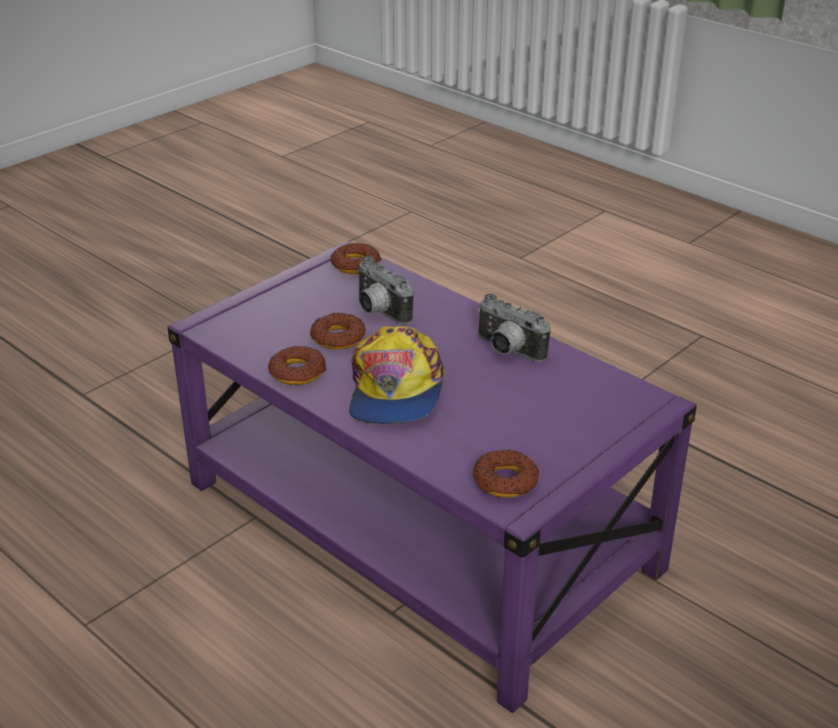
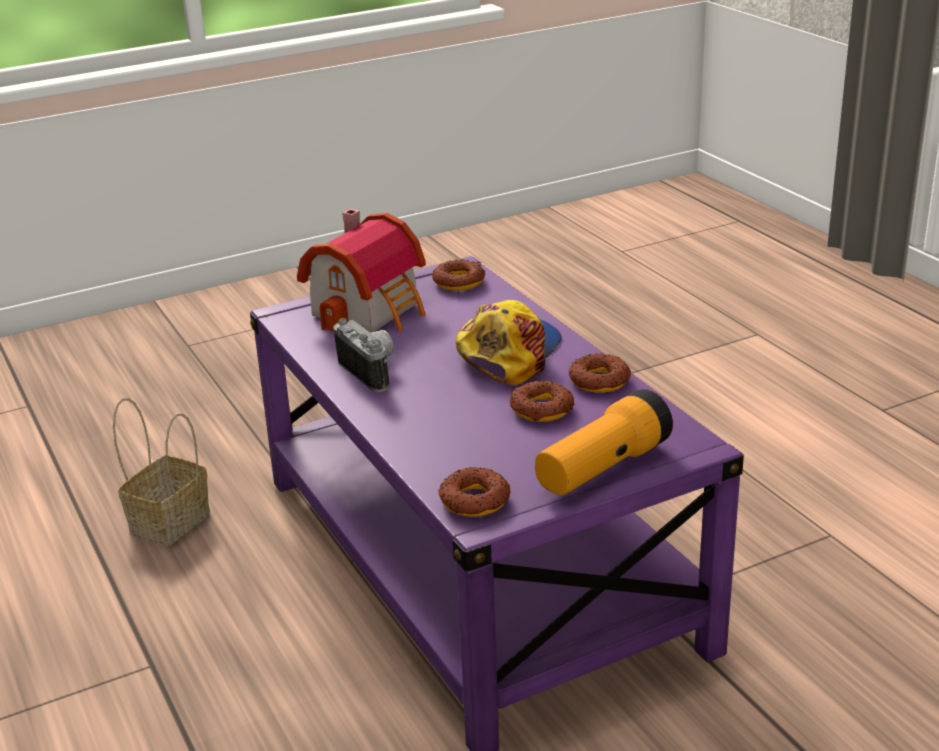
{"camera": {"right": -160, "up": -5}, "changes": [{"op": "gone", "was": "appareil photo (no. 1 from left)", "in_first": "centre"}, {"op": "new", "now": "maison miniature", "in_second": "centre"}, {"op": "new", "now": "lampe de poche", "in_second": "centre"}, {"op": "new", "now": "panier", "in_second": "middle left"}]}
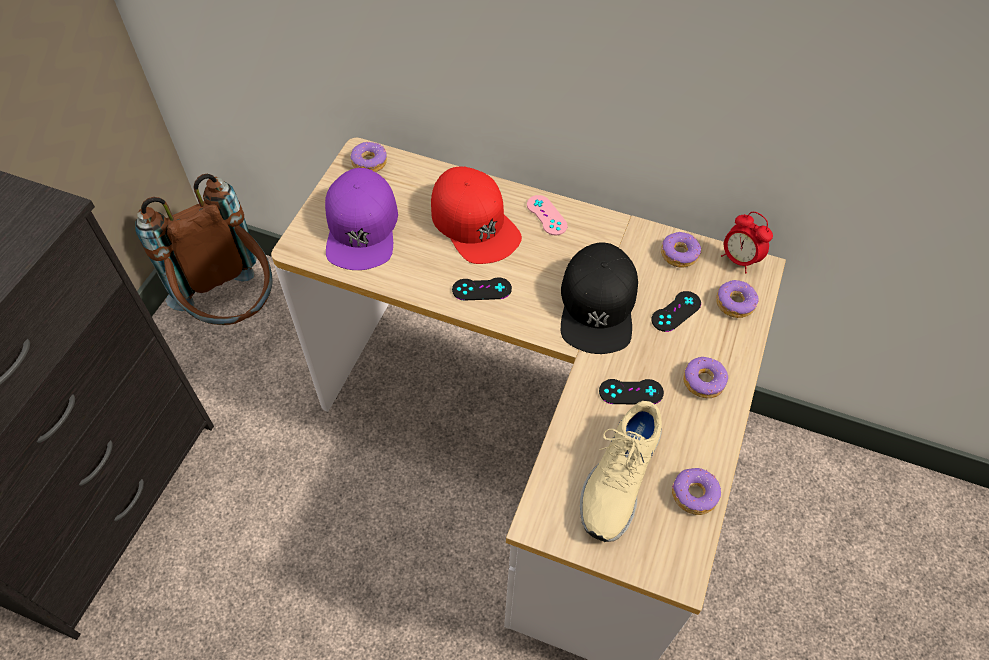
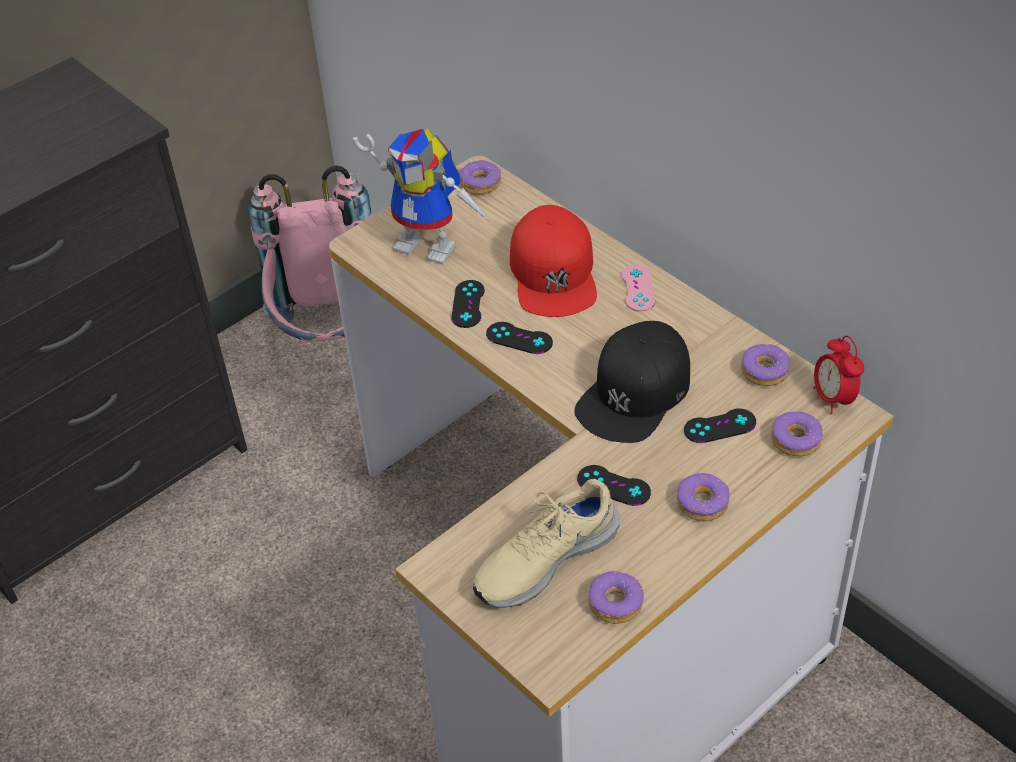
{"camera": {"right": 30, "up": -10}, "changes": [{"op": "swapped", "was": "casquette [violet]", "now": "robot jouet", "in_first": "top centre", "in_second": "top centre"}, {"op": "repainted", "was": "sac à dos [marron]", "now": "sac à dos [rose]", "in_first": "middle left", "in_second": "top left"}, {"op": "new", "now": "manette [noir] (no. 1 from left)", "in_second": "centre"}]}
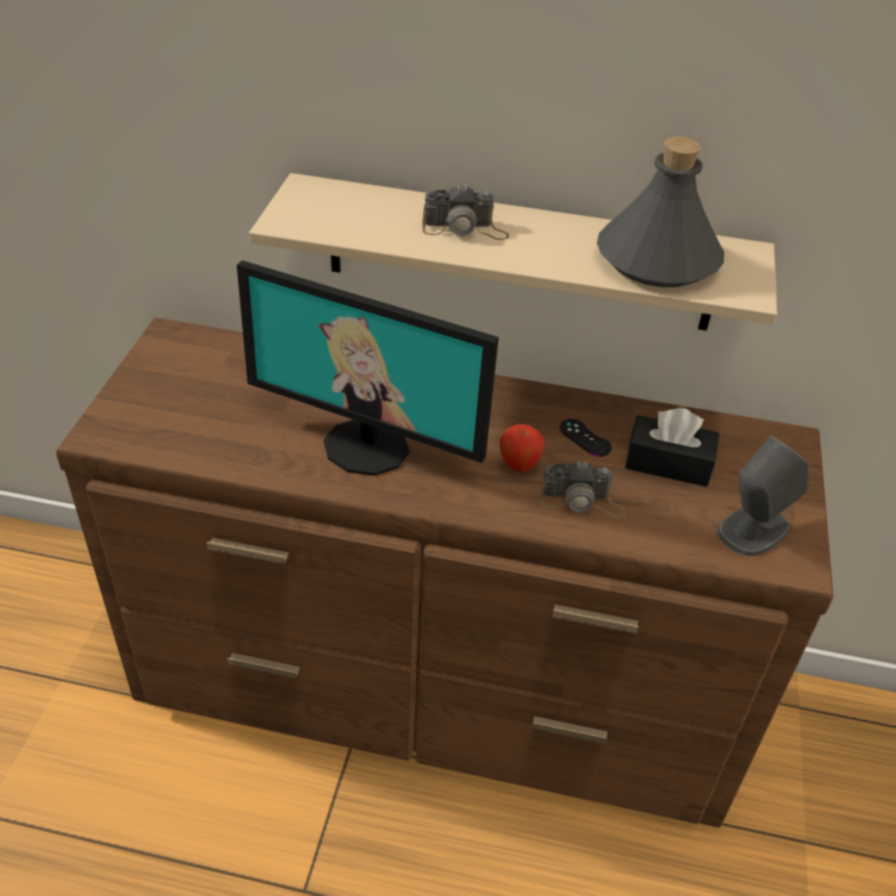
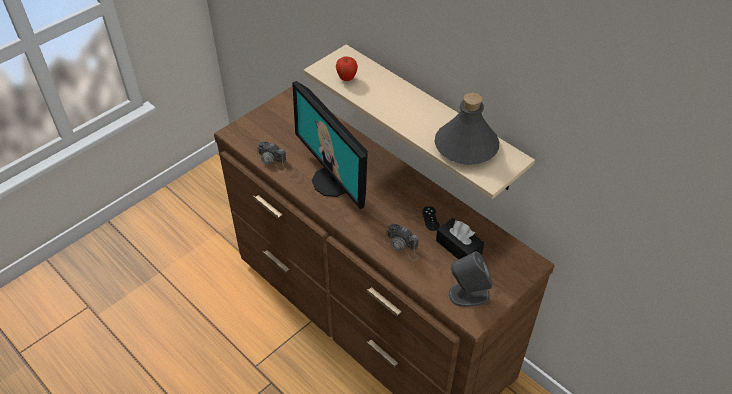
{"camera": {"right": 35, "up": 5}, "changes": [{"op": "shifted", "was": "appareil photo (no. 1 from left)", "in_first": "top centre", "in_second": "centre"}, {"op": "shifted", "was": "pomme", "in_first": "centre", "in_second": "top centre"}]}
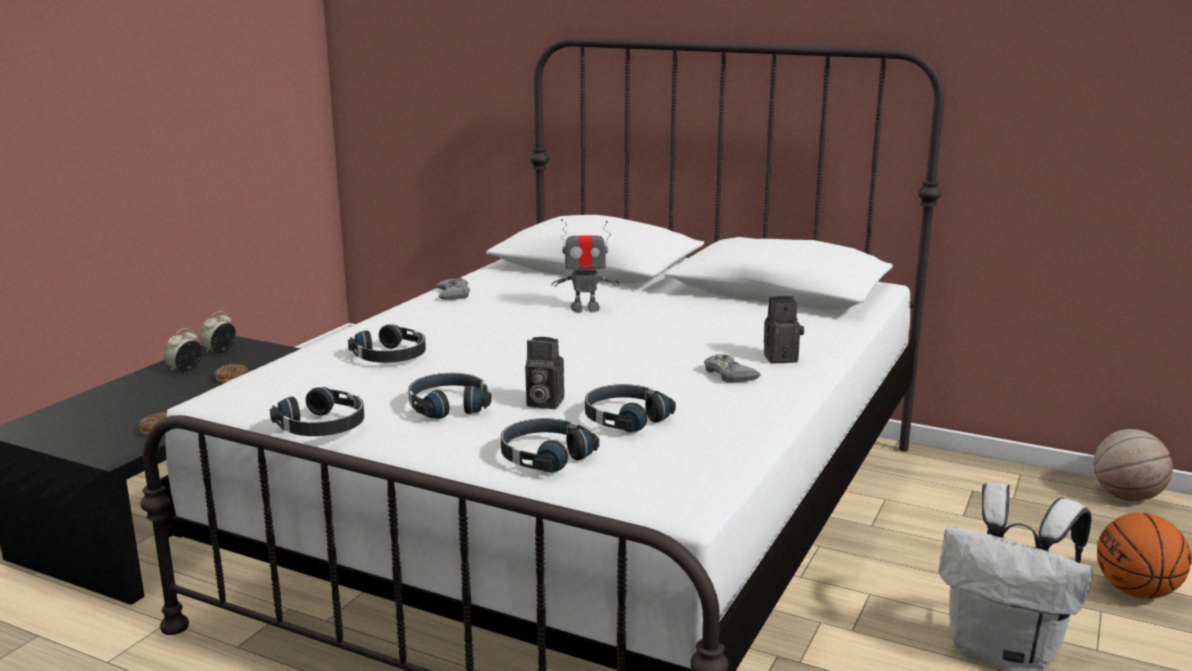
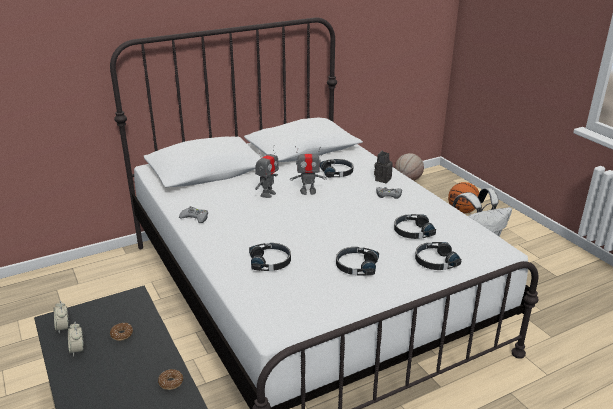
{"camera": {"right": -55, "up": 10}, "changes": [{"op": "gone", "was": "appareil photo (no. 1 from left)", "in_first": "centre"}, {"op": "shifted", "was": "casque audio [noir] (no. 1 from left in the first image)", "now": "casque audio [noir] (no. 2 from left)", "in_first": "middle left", "in_second": "centre"}, {"op": "new", "now": "robot jouet (no. 2 from left)", "in_second": "centre"}]}
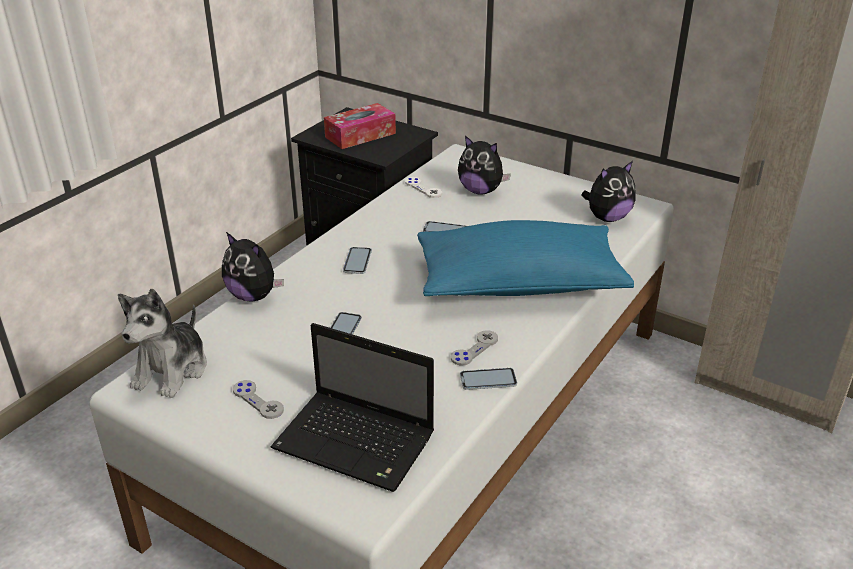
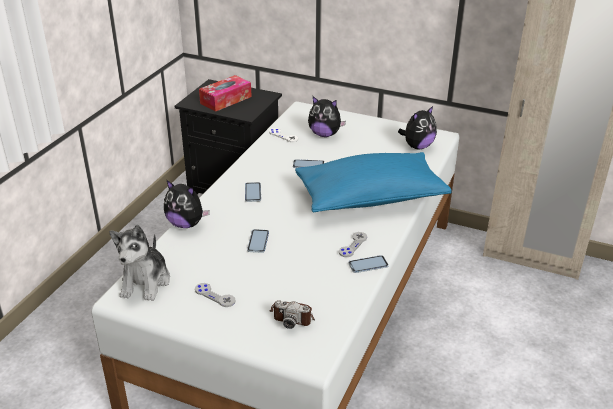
{"camera": {"right": -10, "up": 0}, "changes": [{"op": "swapped", "was": "ordinateur portable", "now": "appareil photo", "in_first": "bottom centre", "in_second": "bottom centre"}]}
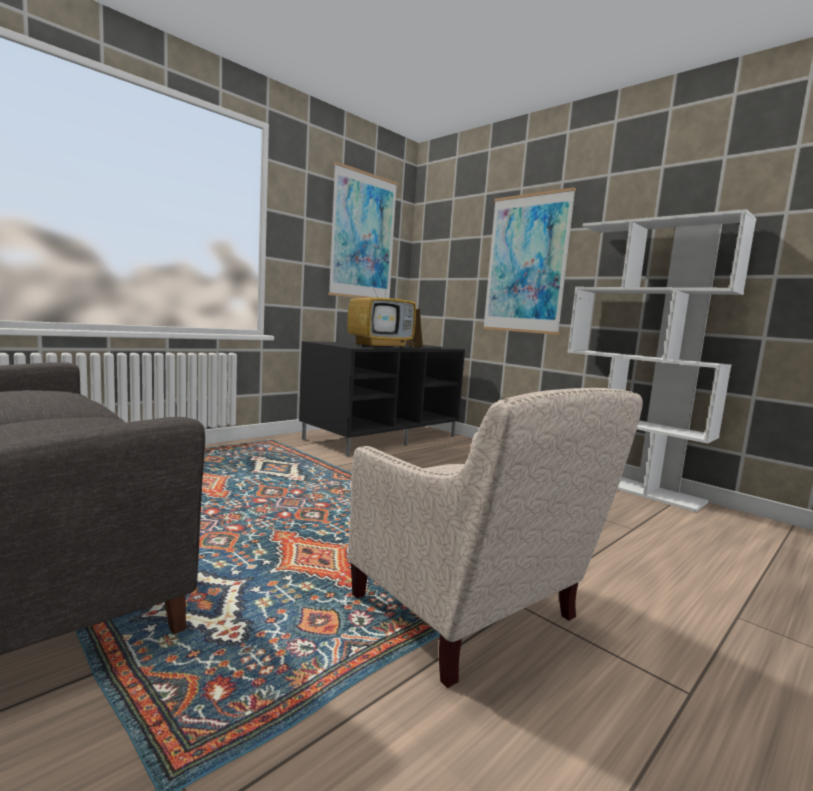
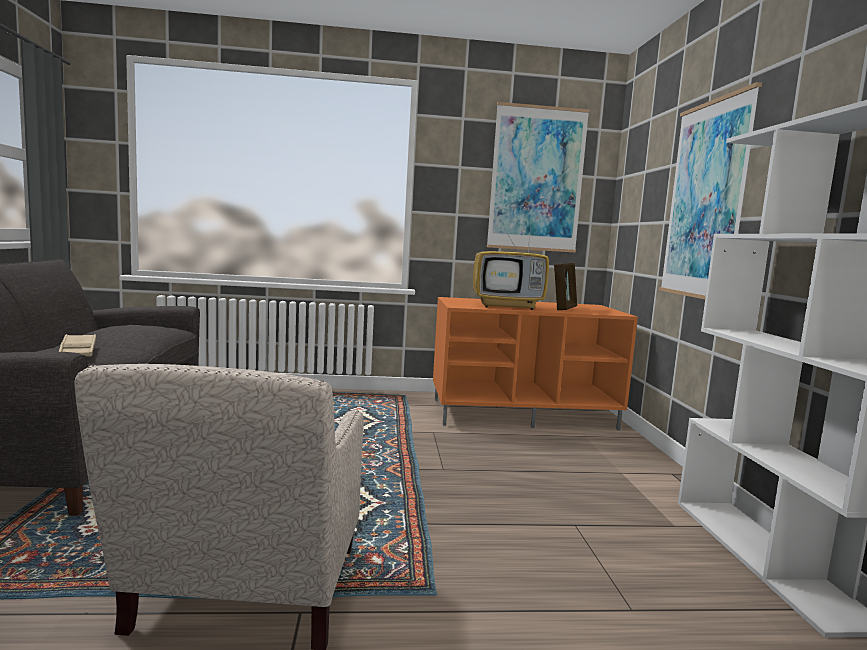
{"camera": {"right": 40, "up": 0}, "changes": [{"op": "repainted", "was": "meuble télé [noir]", "now": "meuble télé [orange]", "in_first": "centre", "in_second": "centre"}, {"op": "new", "now": "plateau [beige]", "in_second": "middle left"}]}
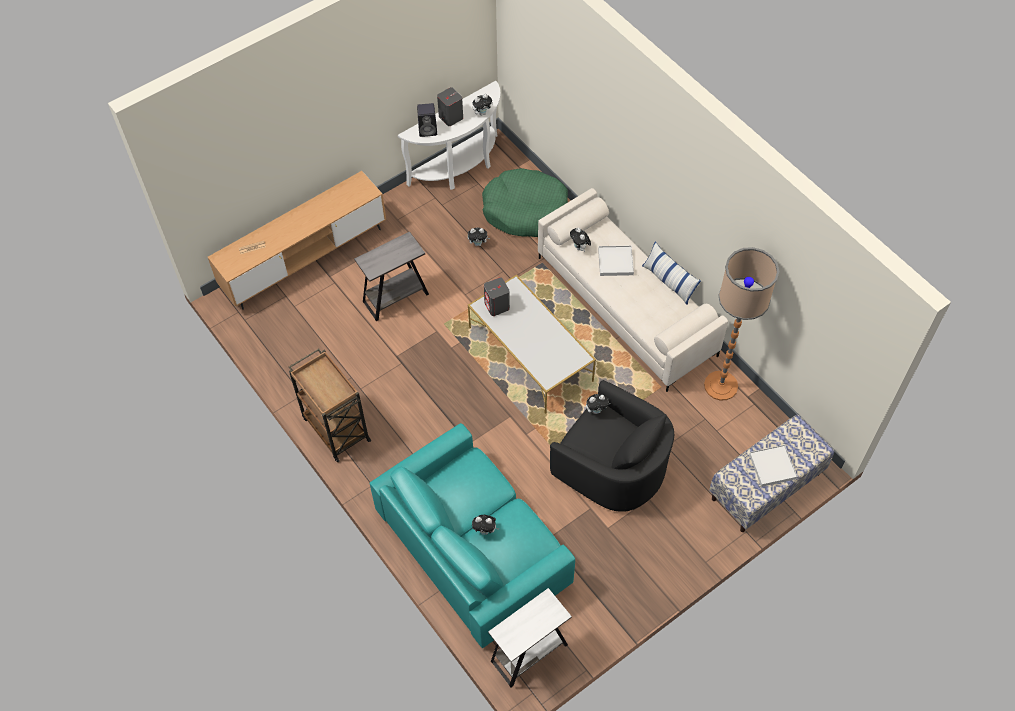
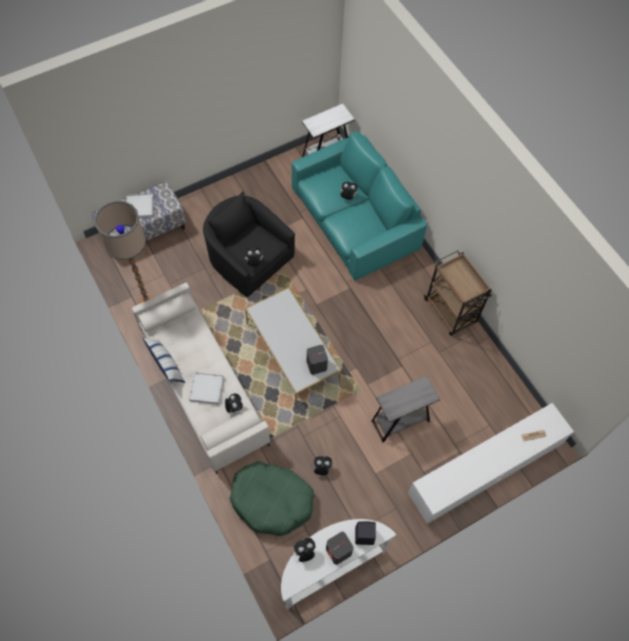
{"camera": {"right": -175, "up": 5}, "changes": [{"op": "repainted", "was": "meuble télé [marron]", "now": "meuble télé [blanc]", "in_first": "middle left", "in_second": "bottom right"}]}
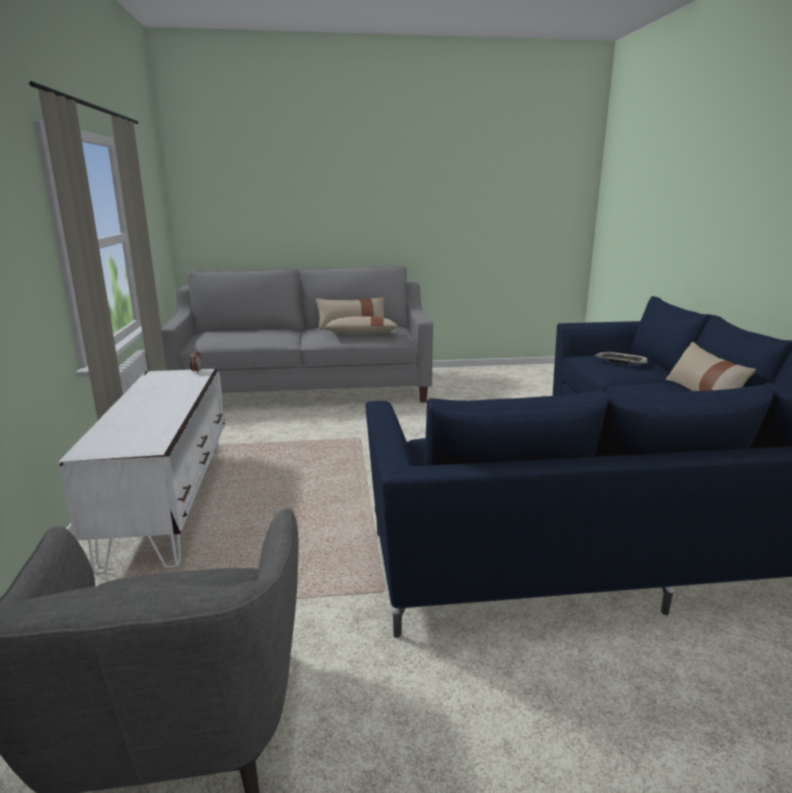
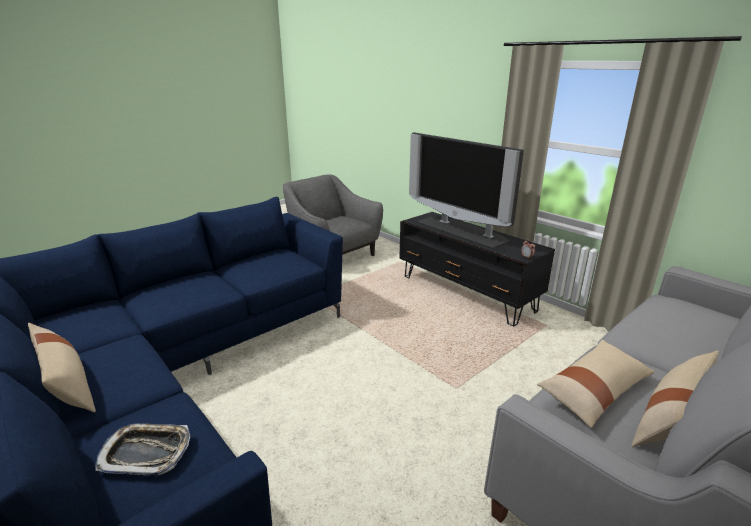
{"camera": {"right": 145, "up": 5}, "changes": [{"op": "repainted", "was": "meuble télé [blanc]", "now": "meuble télé [noir]", "in_first": "middle left", "in_second": "centre"}, {"op": "new", "now": "téléviseur", "in_second": "centre"}]}
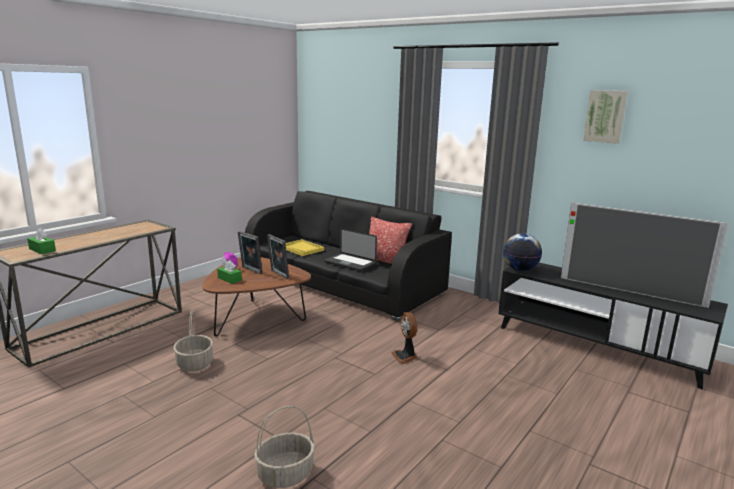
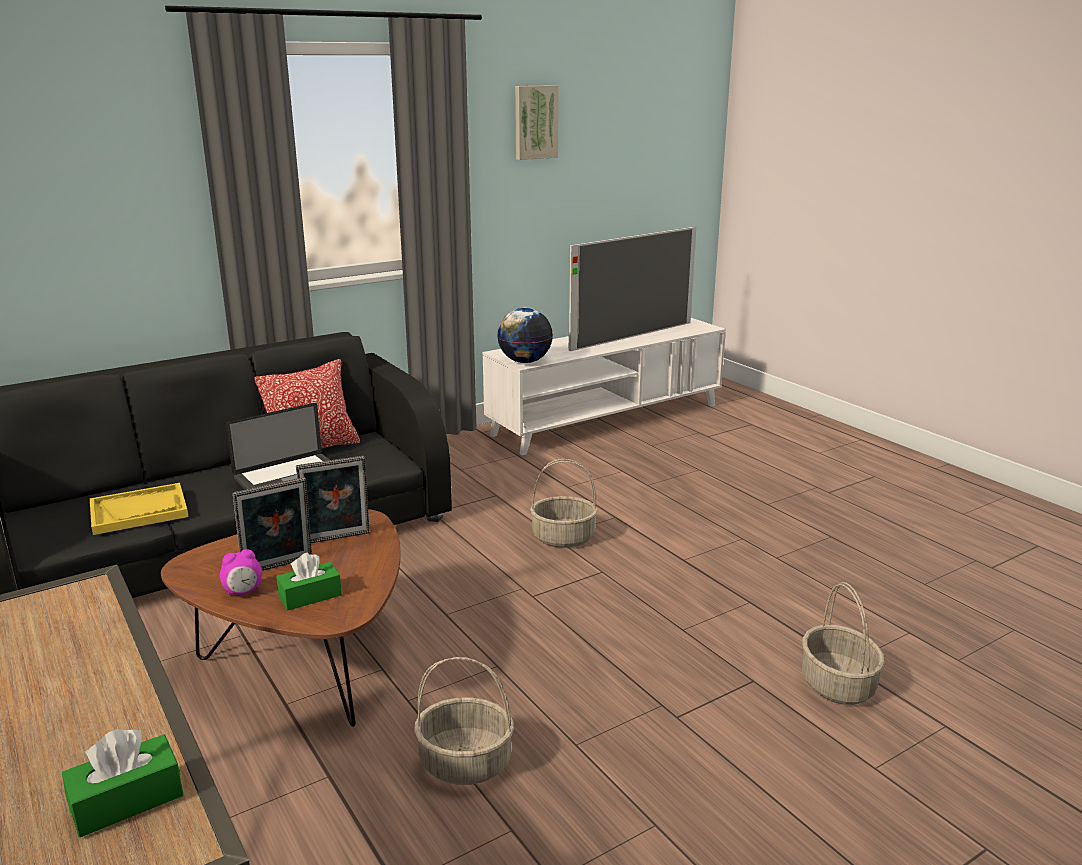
{"camera": {"right": -70, "up": 5}, "changes": [{"op": "repainted", "was": "meuble télé [noir]", "now": "meuble télé [blanc]", "in_first": "bottom right", "in_second": "centre"}, {"op": "swapped", "was": "ventilateur", "now": "panier (no. 2 from left)", "in_first": "bottom centre", "in_second": "centre"}]}
